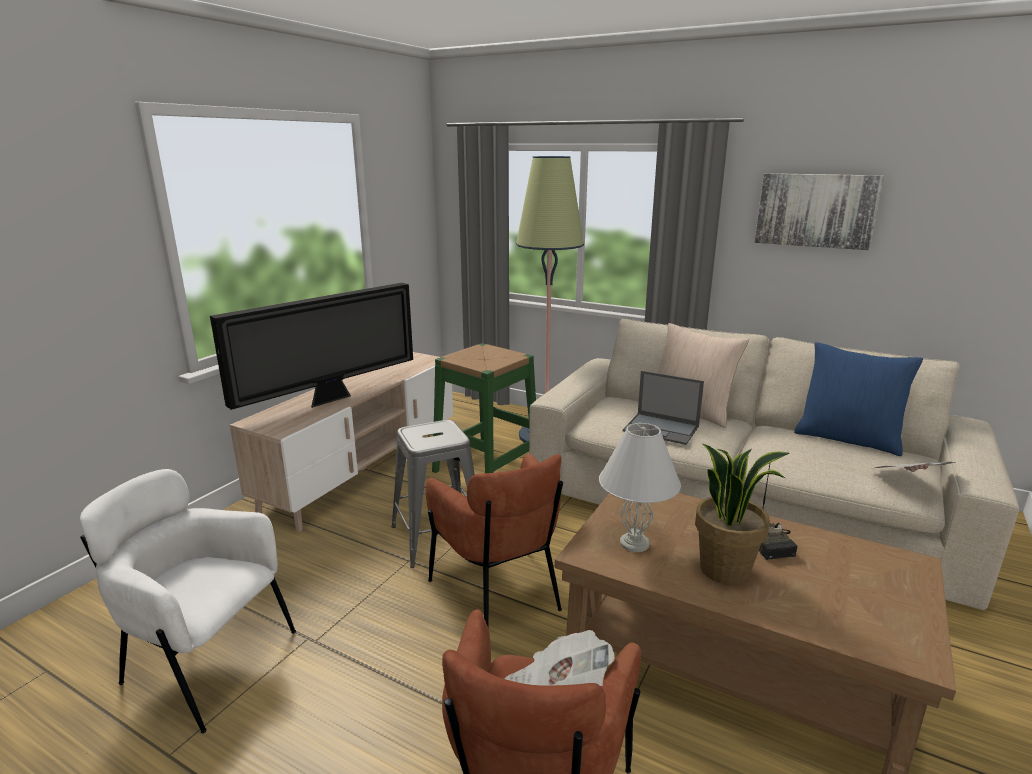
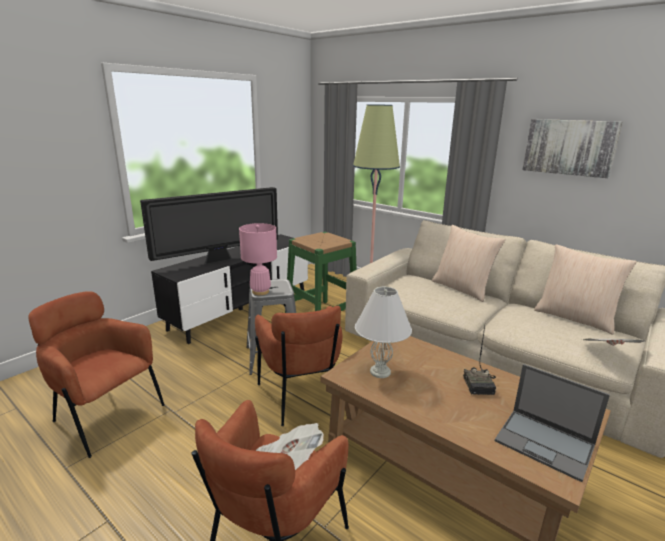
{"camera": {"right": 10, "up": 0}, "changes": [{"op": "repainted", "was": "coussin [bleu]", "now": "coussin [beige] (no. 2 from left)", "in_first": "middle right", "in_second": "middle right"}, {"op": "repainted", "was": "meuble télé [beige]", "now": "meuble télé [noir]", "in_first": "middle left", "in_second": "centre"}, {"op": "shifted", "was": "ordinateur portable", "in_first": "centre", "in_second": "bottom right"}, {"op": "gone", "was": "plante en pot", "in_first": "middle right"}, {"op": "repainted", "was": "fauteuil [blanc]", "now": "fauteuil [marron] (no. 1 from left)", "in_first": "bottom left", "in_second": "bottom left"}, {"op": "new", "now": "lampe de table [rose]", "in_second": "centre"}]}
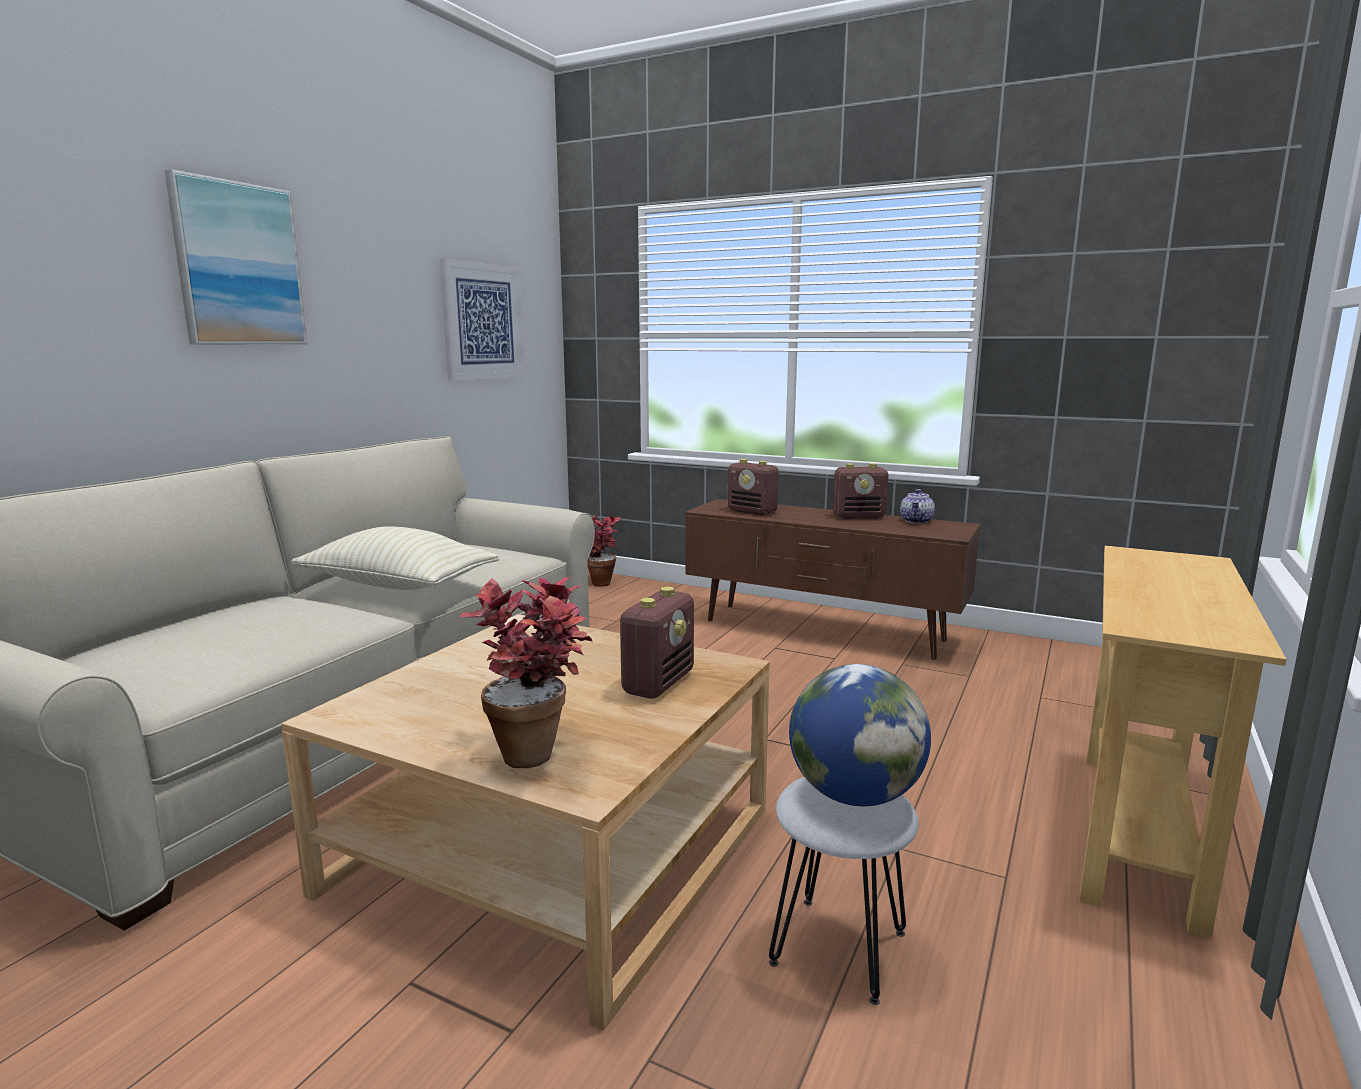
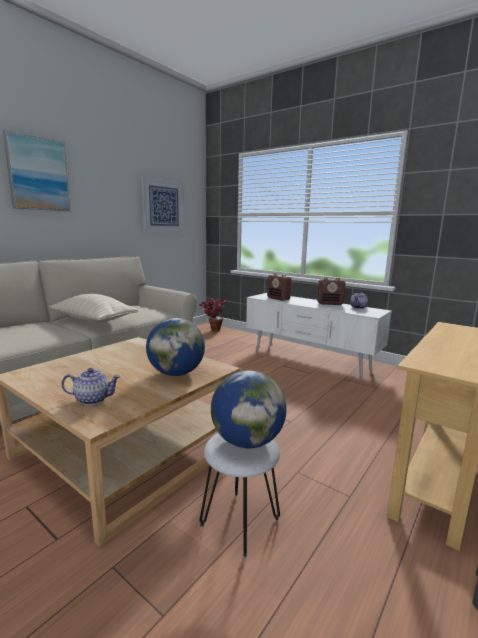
{"camera": {"right": 10, "up": 0}, "changes": [{"op": "repainted", "was": "meuble télé [marron]", "now": "meuble télé [blanc]", "in_first": "centre", "in_second": "middle right"}, {"op": "swapped", "was": "plante en pot (no. 1 from left)", "now": "théière (no. 1 from left)", "in_first": "centre", "in_second": "middle left"}, {"op": "swapped", "was": "radio (no. 1 from left)", "now": "globe (no. 1 from left)", "in_first": "centre", "in_second": "centre"}]}
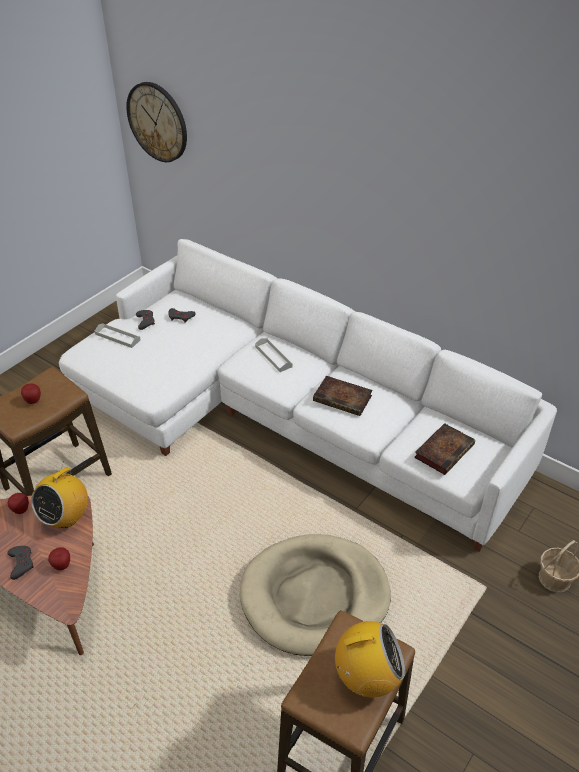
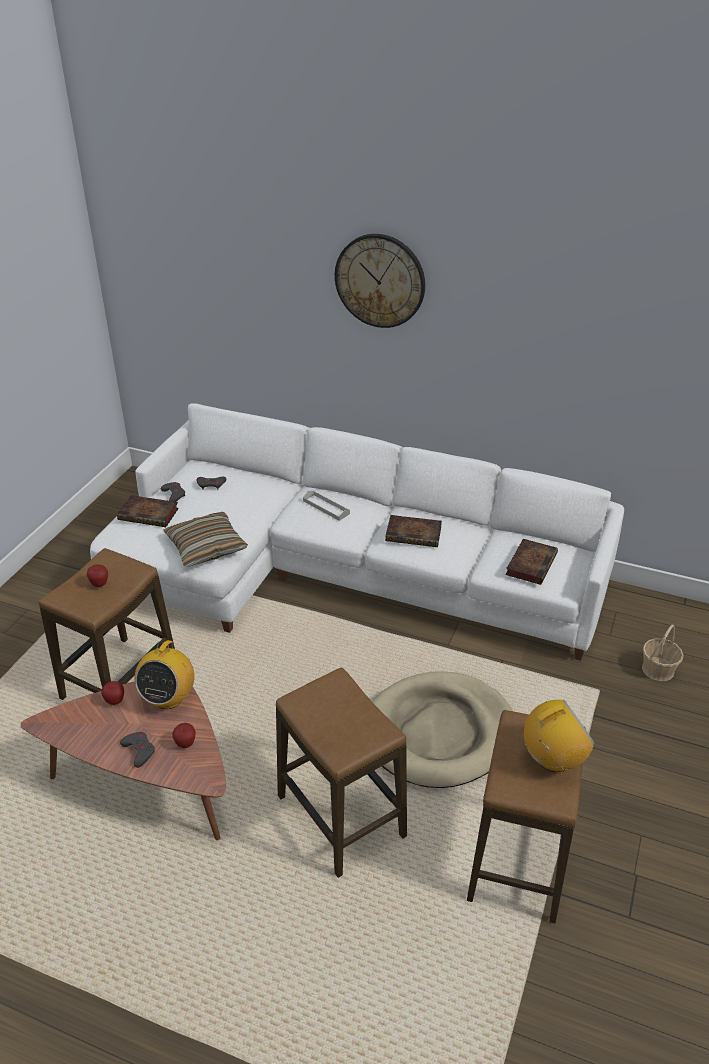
{"camera": {"right": -15, "up": -5}, "changes": [{"op": "shifted", "was": "horloge murale", "in_first": "top left", "in_second": "top centre"}, {"op": "swapped", "was": "plateau [gris] (no. 1 from left)", "now": "livre (no. 1 from left)", "in_first": "middle left", "in_second": "middle left"}, {"op": "new", "now": "coussin", "in_second": "middle left"}, {"op": "new", "now": "tabouret (no. 2 from left)", "in_second": "bottom centre"}]}
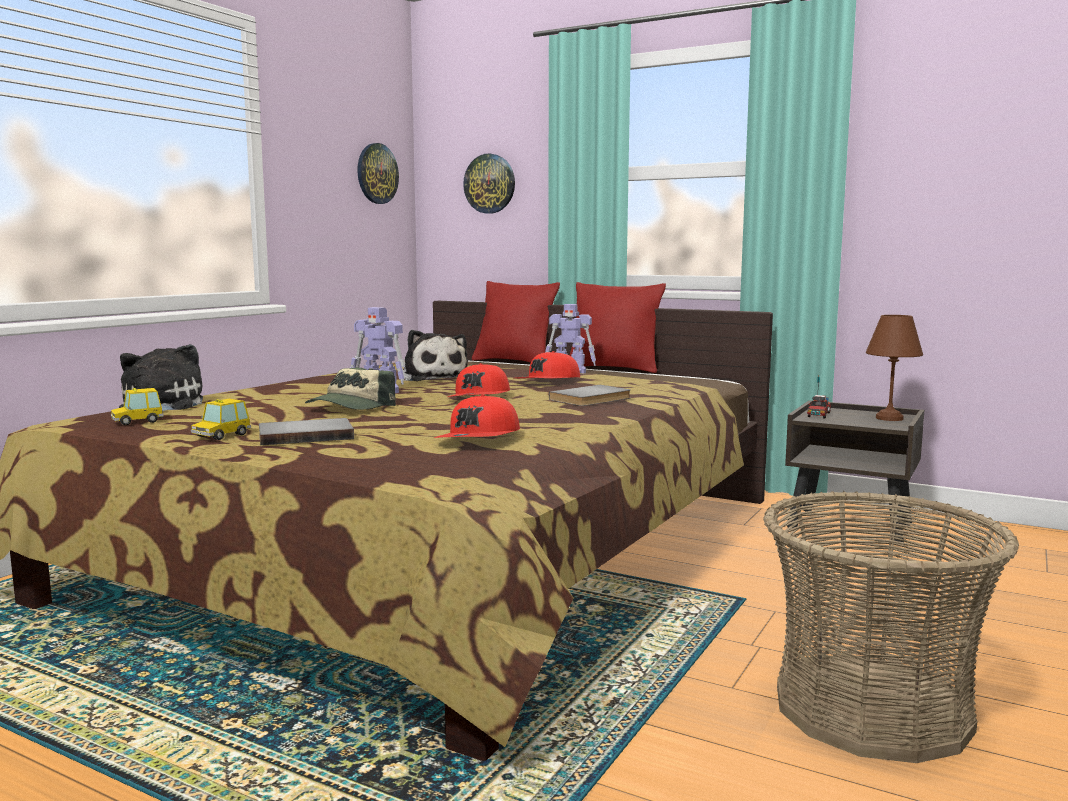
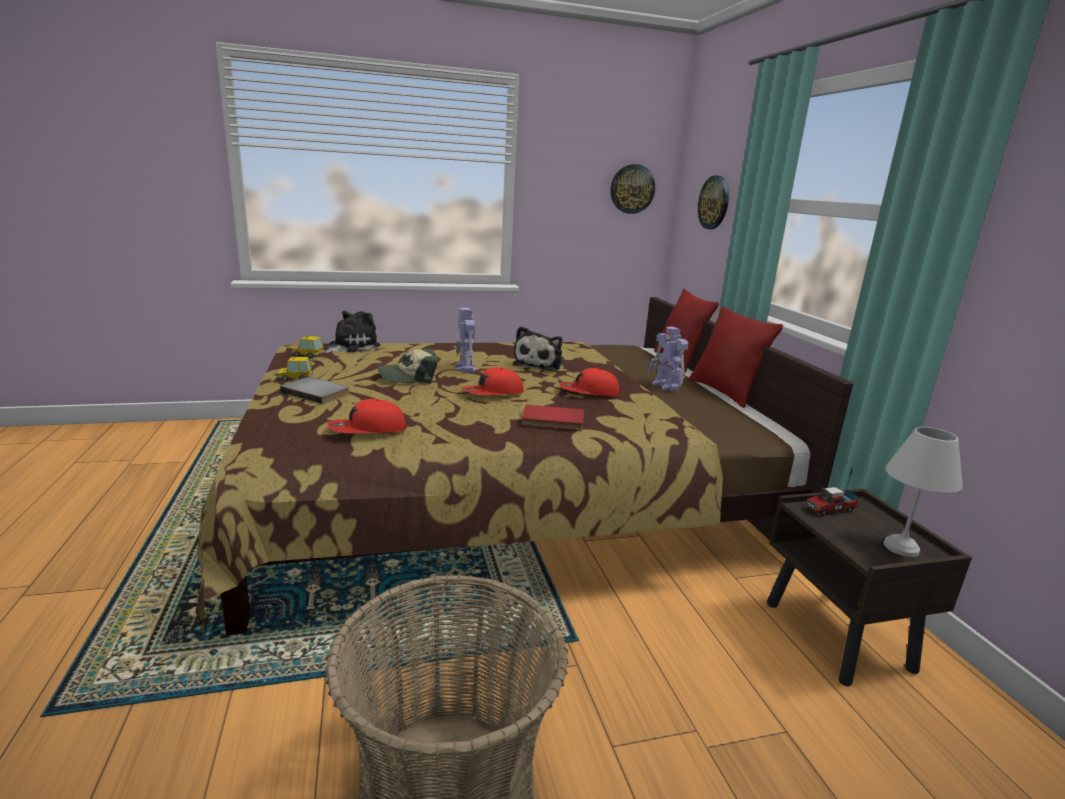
{"camera": {"right": 45, "up": 10}, "changes": [{"op": "repainted", "was": "lampe de table [marron]", "now": "lampe de table [blanc]", "in_first": "middle right", "in_second": "middle right"}, {"op": "repainted", "was": "livre [gris] (no. 2 from left)", "now": "livre [rouge]", "in_first": "centre", "in_second": "centre"}]}
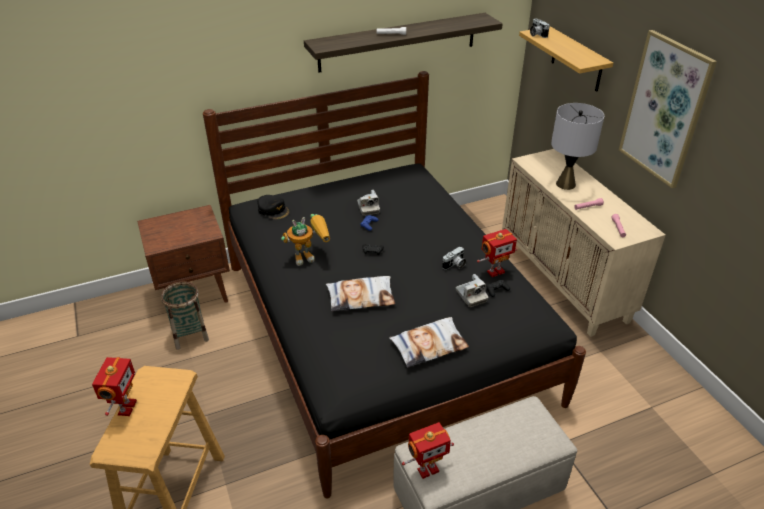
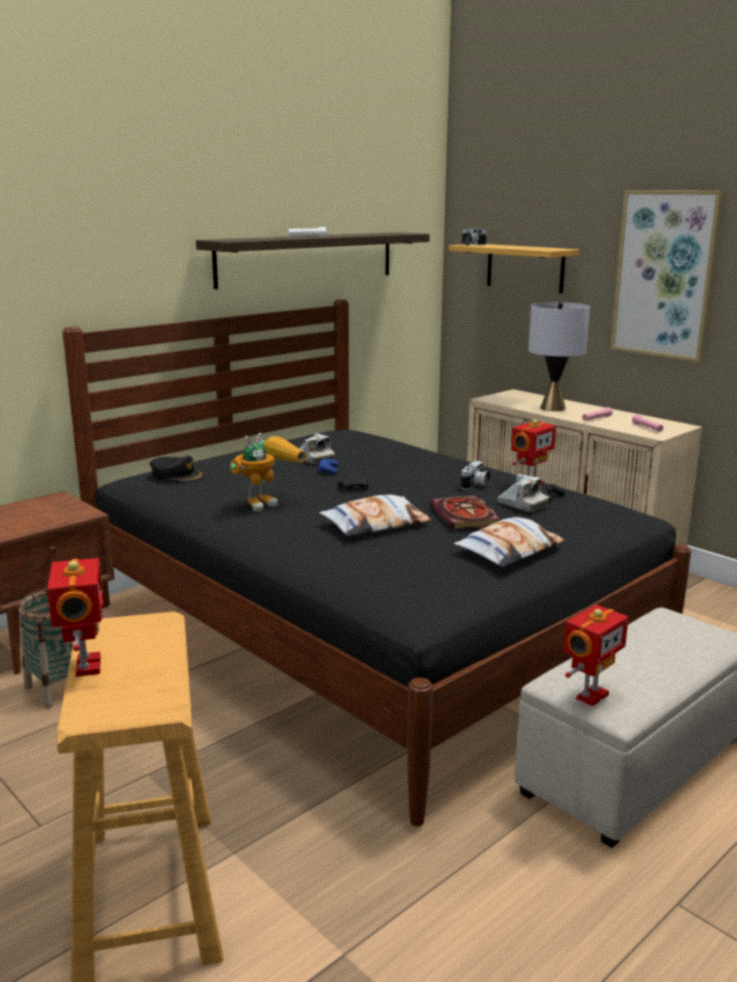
{"camera": {"right": -20, "up": -20}, "changes": [{"op": "new", "now": "livre", "in_second": "centre"}]}
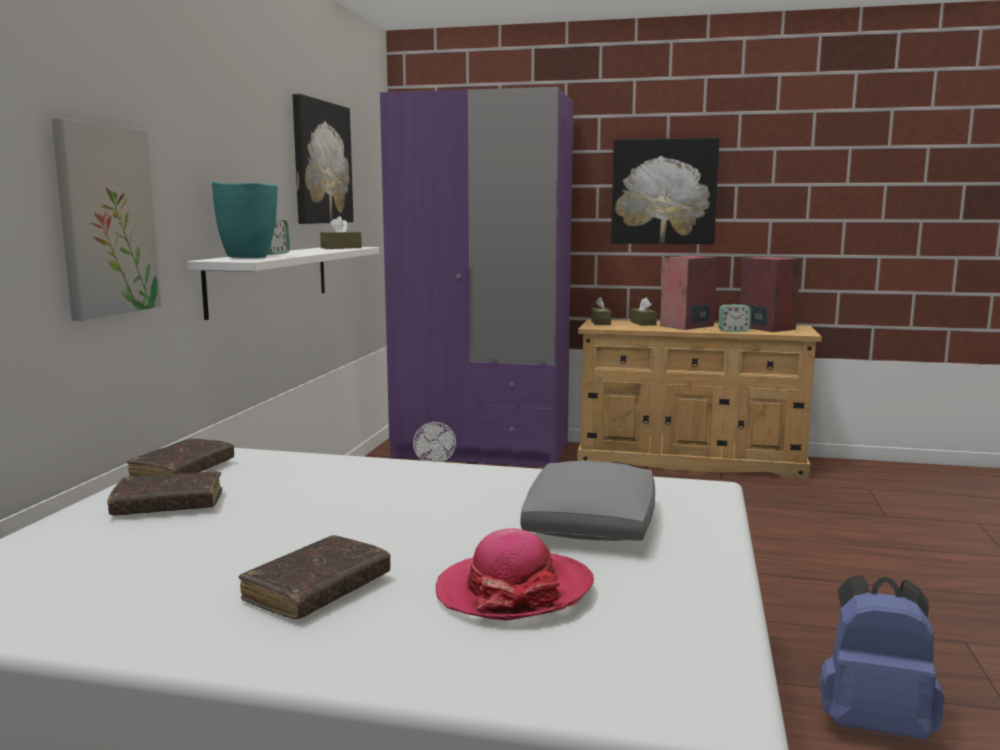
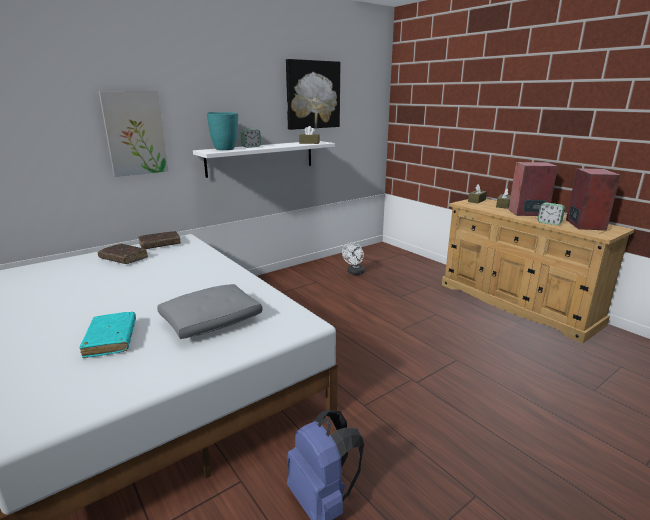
{"camera": {"right": 40, "up": 10}, "changes": [{"op": "gone", "was": "armoire [violet]", "in_first": "centre"}, {"op": "gone", "was": "tableau (no. 3 from left)", "in_first": "top centre"}, {"op": "swapped", "was": "chapeau", "now": "livre [turquoise]", "in_first": "bottom centre", "in_second": "middle left"}, {"op": "gone", "was": "livre [marron] (no. 3 from left)", "in_first": "bottom left"}]}
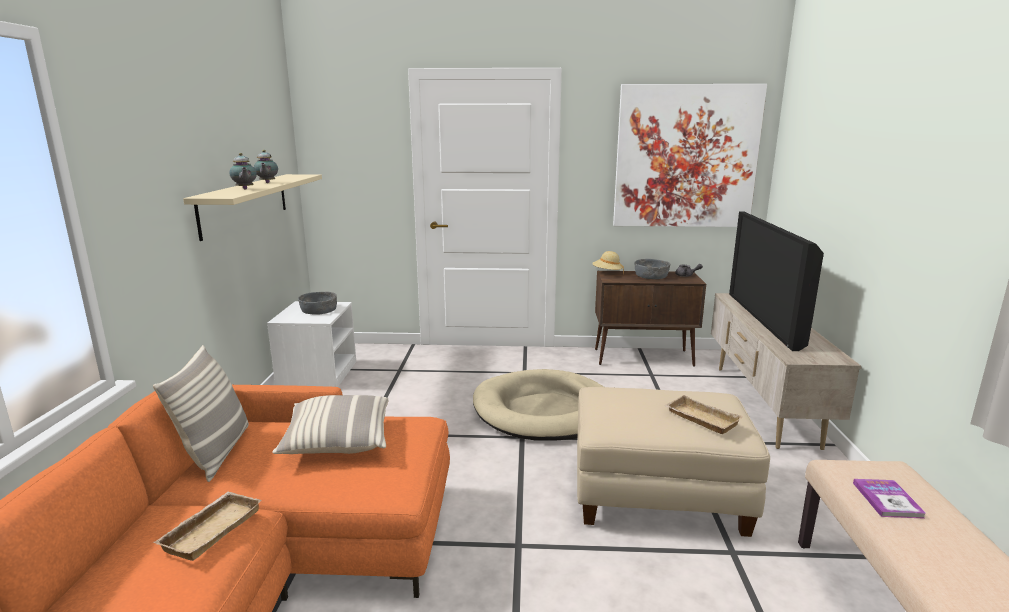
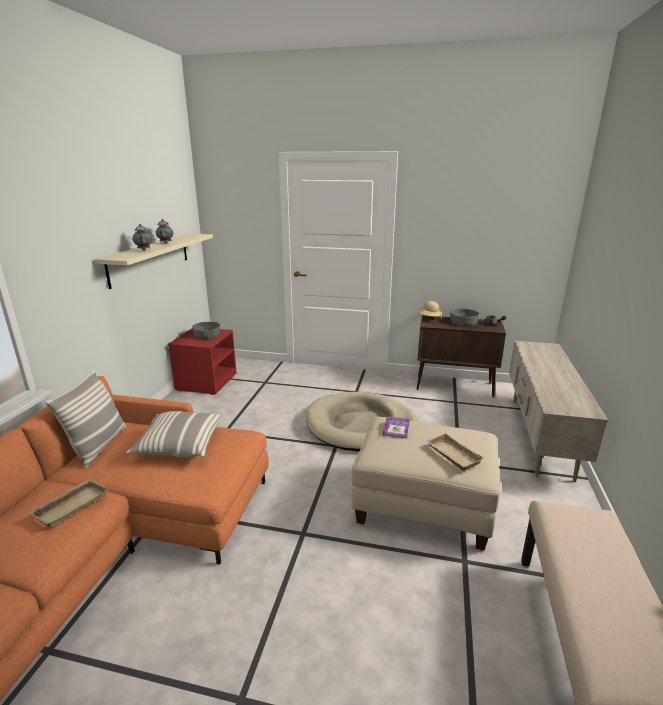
{"camera": {"right": 10, "up": 5}, "changes": [{"op": "gone", "was": "tableau", "in_first": "top right"}, {"op": "gone", "was": "téléviseur", "in_first": "middle right"}, {"op": "repainted", "was": "table de chevet [blanc]", "now": "table de chevet [rouge]", "in_first": "middle left", "in_second": "middle left"}, {"op": "shifted", "was": "livre", "in_first": "bottom right", "in_second": "centre"}]}
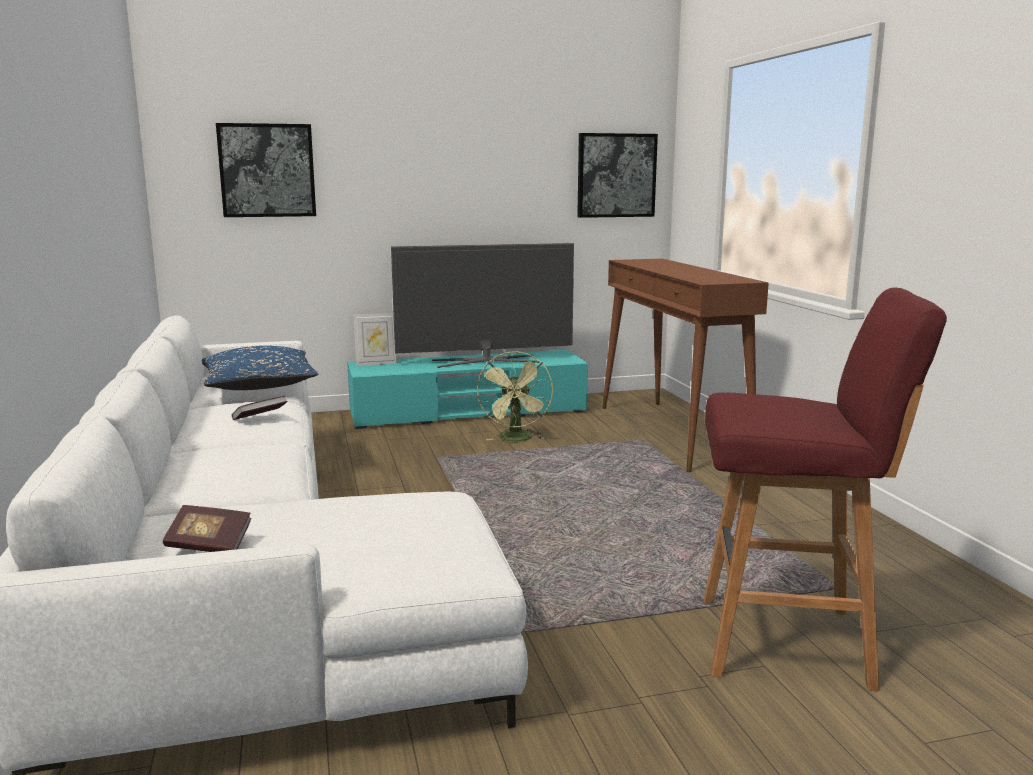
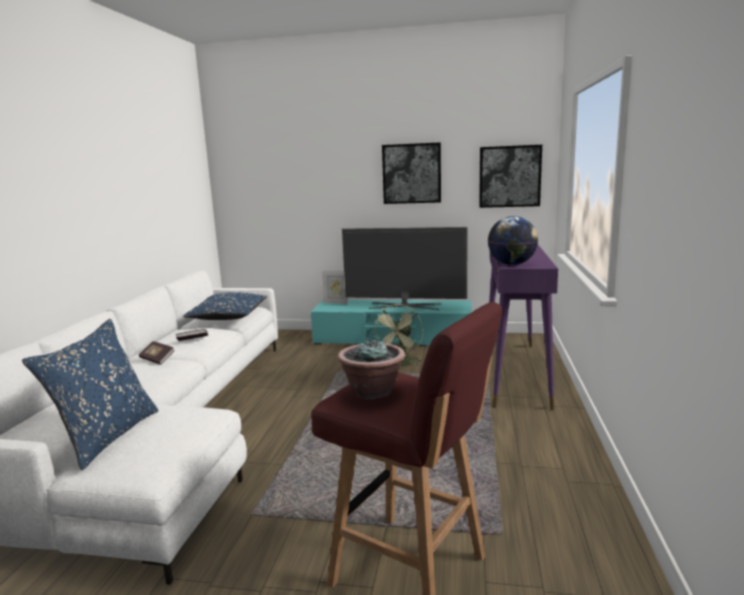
{"camera": {"right": 25, "up": 0}, "changes": [{"op": "shifted", "was": "tableau (no. 1 from left)", "in_first": "top left", "in_second": "top centre"}, {"op": "repainted", "was": "table console [marron]", "now": "table console [violet]", "in_first": "centre", "in_second": "middle right"}, {"op": "shifted", "was": "livre (no. 1 from left)", "in_first": "bottom left", "in_second": "middle left"}, {"op": "new", "now": "globe", "in_second": "middle right"}, {"op": "new", "now": "coussin [bleu] (no. 1 from left)", "in_second": "middle left"}, {"op": "new", "now": "plante en pot", "in_second": "centre"}]}
